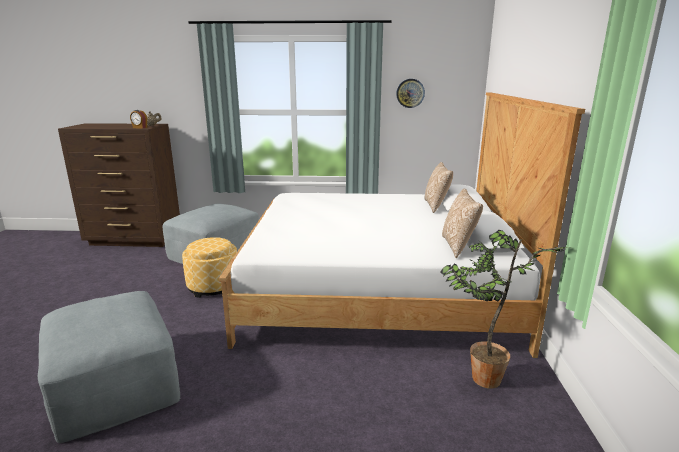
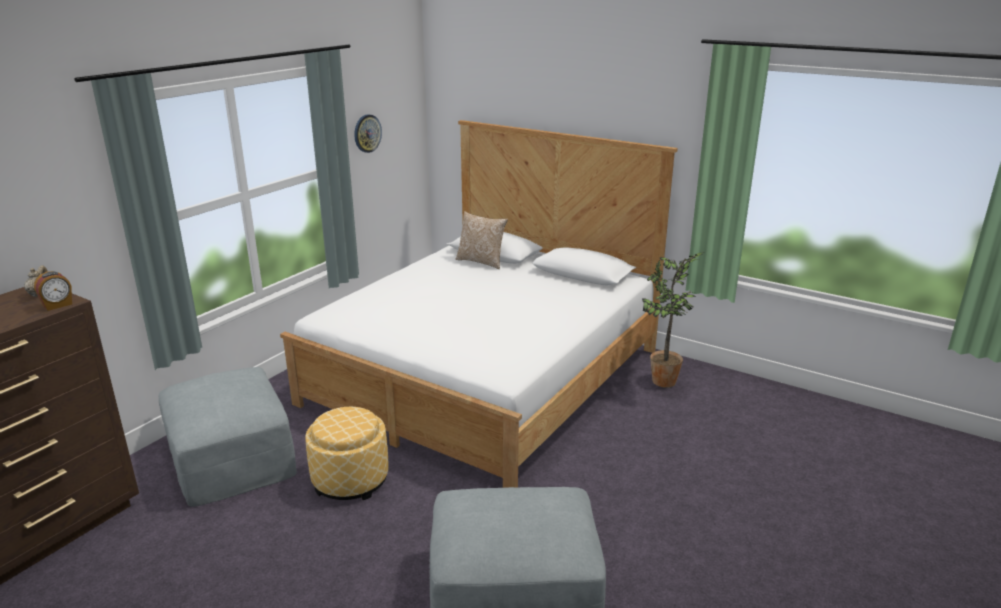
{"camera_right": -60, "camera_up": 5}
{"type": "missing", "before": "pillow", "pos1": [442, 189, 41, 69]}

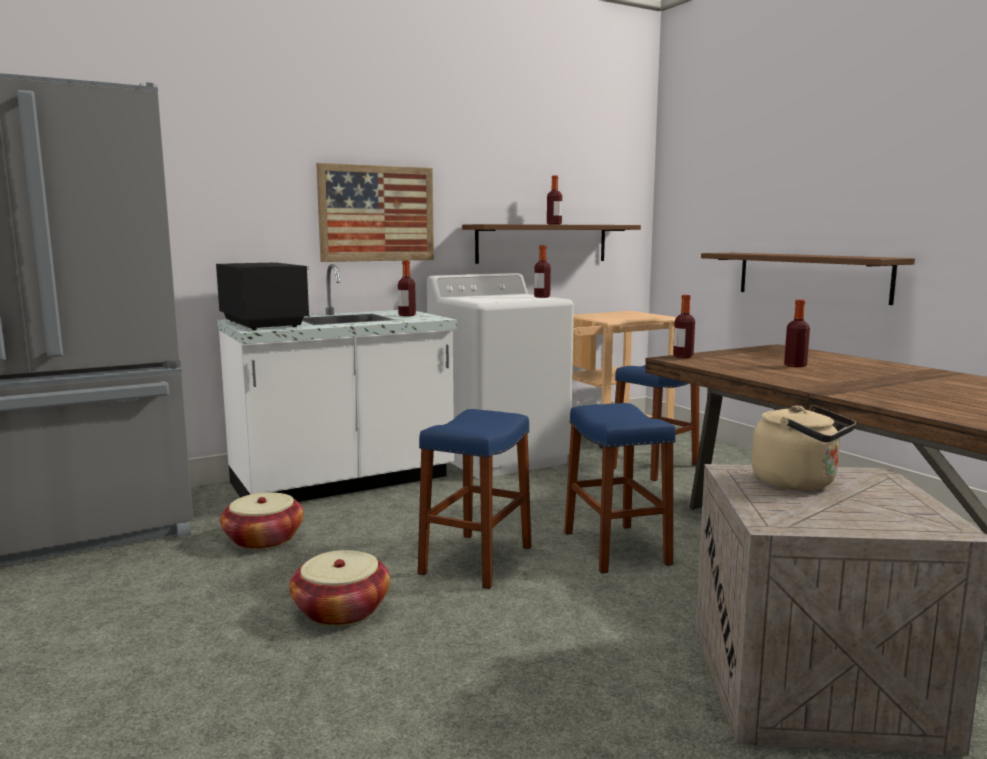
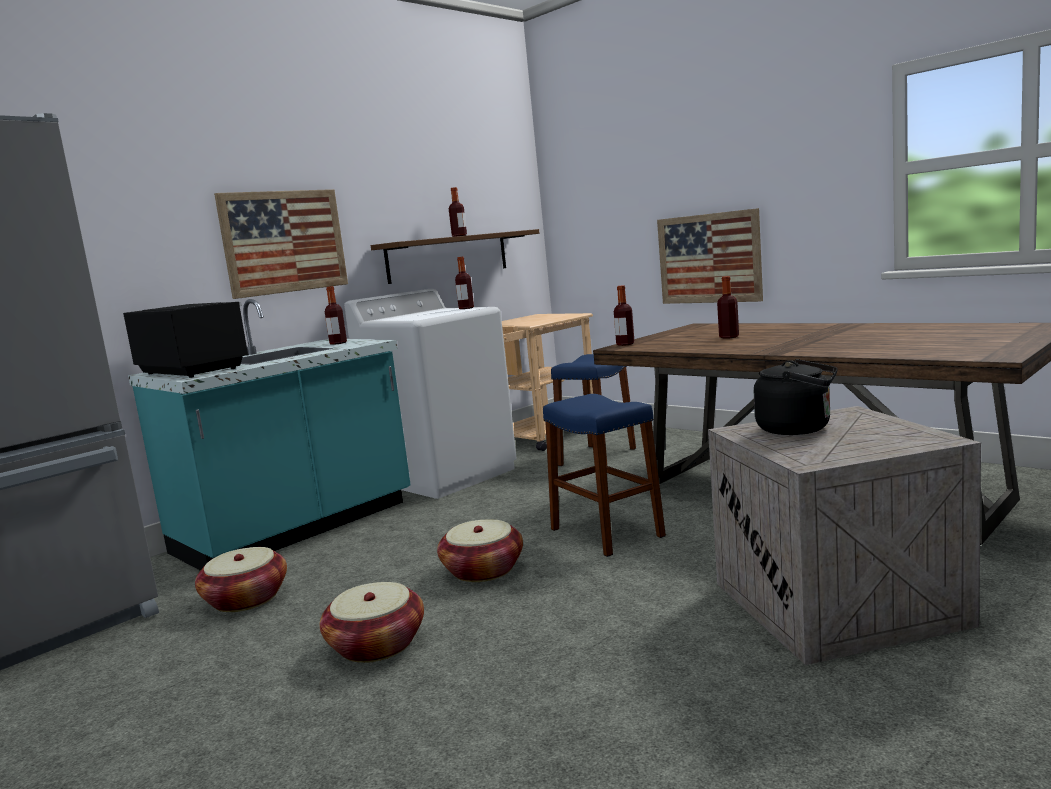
{"camera_right": -15, "camera_up": 0}
{"type": "colour", "before": "white_counter", "after": "turquoise_counter", "pos1": [216, 264, 241, 238], "pos2": [128, 299, 283, 272]}
{"type": "exchanged", "before": "blue_stool", "after": "basket", "pos1": [418, 409, 113, 180], "pos2": [437, 519, 86, 63]}
{"type": "exchanged", "before": "brown_shelf", "after": "picture", "pos1": [701, 253, 214, 52], "pos2": [657, 208, 106, 96]}
{"type": "colour", "before": "beige_kettle", "after": "black_kettle", "pos1": [752, 405, 104, 85], "pos2": [754, 359, 84, 76]}

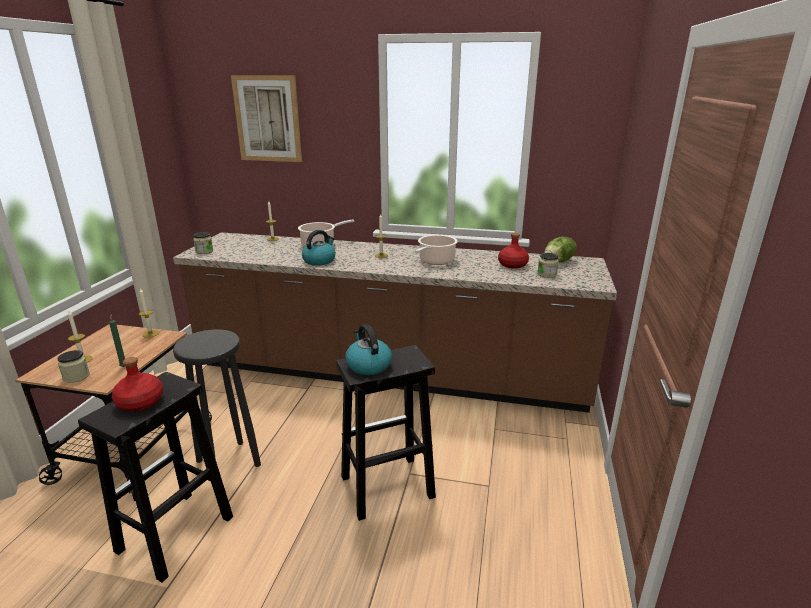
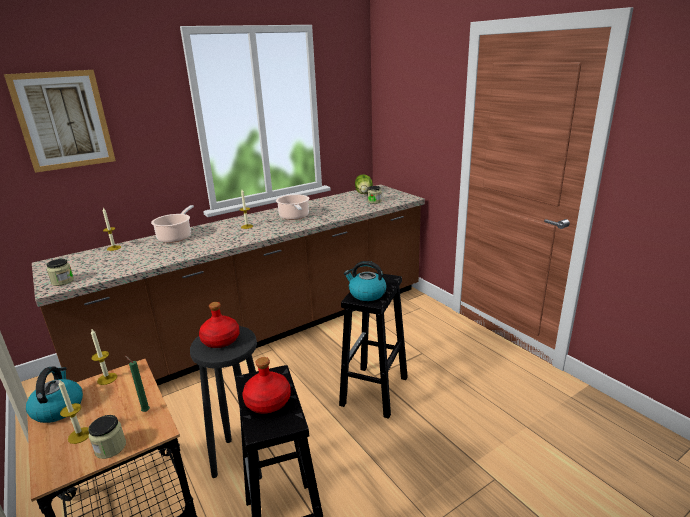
{"camera_right": -45, "camera_up": 0}
{"type": "relocated", "before": "kettle", "pos1": [302, 230, 34, 36], "pos2": [26, 367, 57, 56]}
{"type": "relocated", "before": "red_bottle", "pos1": [498, 233, 31, 36], "pos2": [199, 302, 40, 46]}

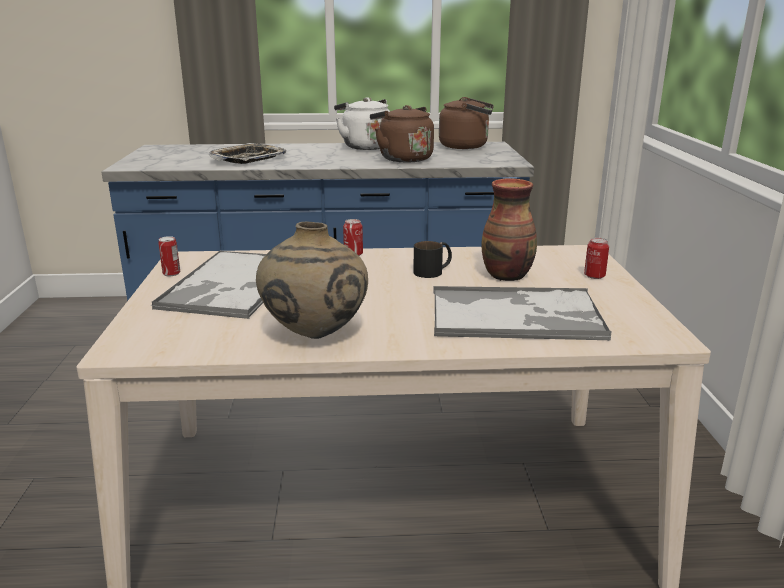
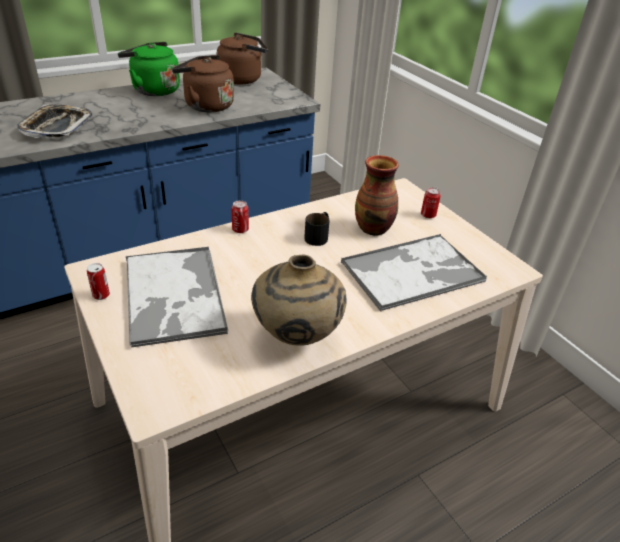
{"camera_right": -30, "camera_up": 15}
{"type": "colour", "before": "white_kettle", "after": "green_kettle", "pos1": [334, 97, 56, 53], "pos2": [118, 42, 62, 54]}

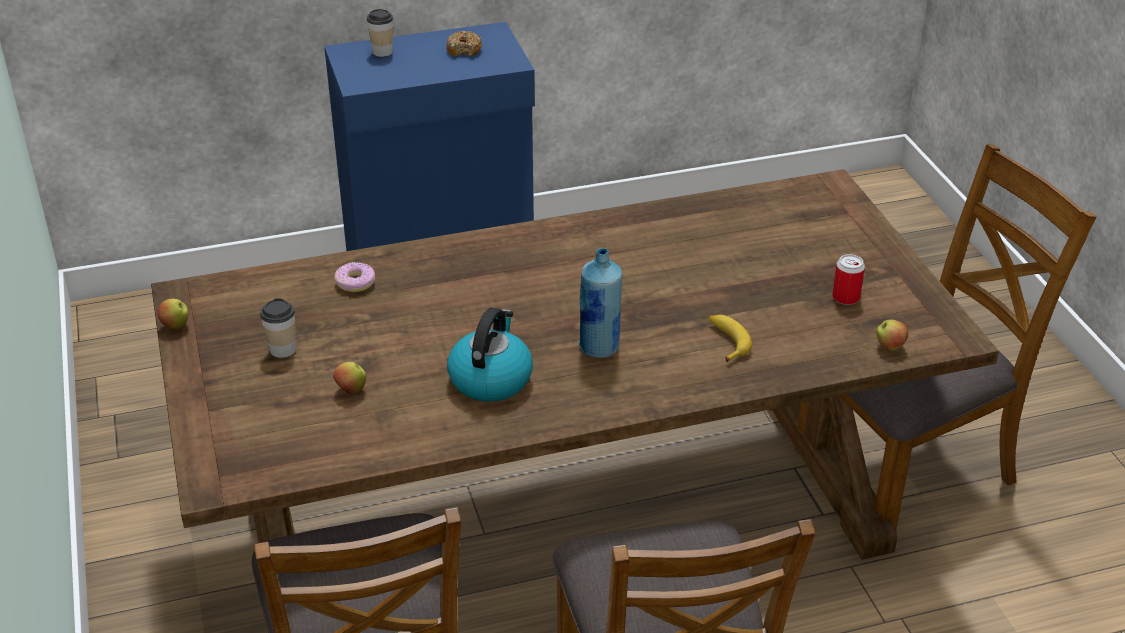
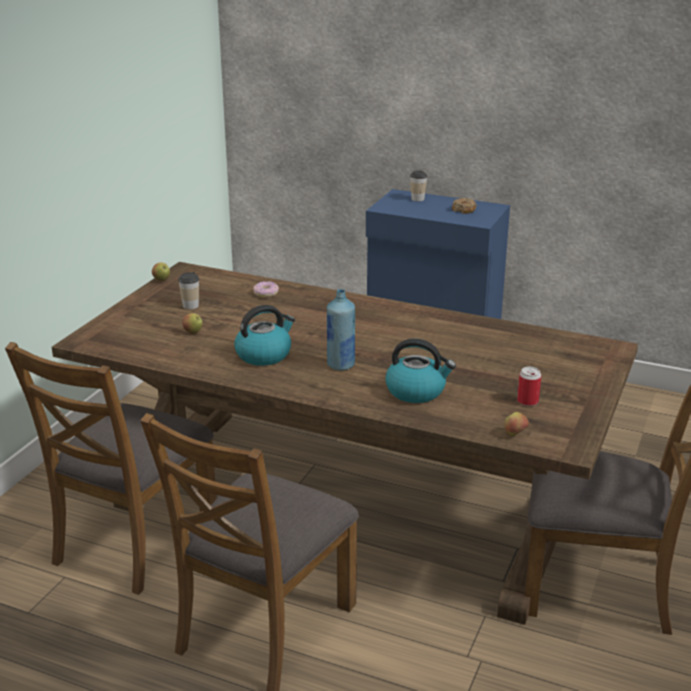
{"camera_right": 40, "camera_up": -10}
{"type": "exchanged", "before": "banana", "after": "kettle", "pos1": [709, 315, 43, 47], "pos2": [385, 339, 71, 64]}

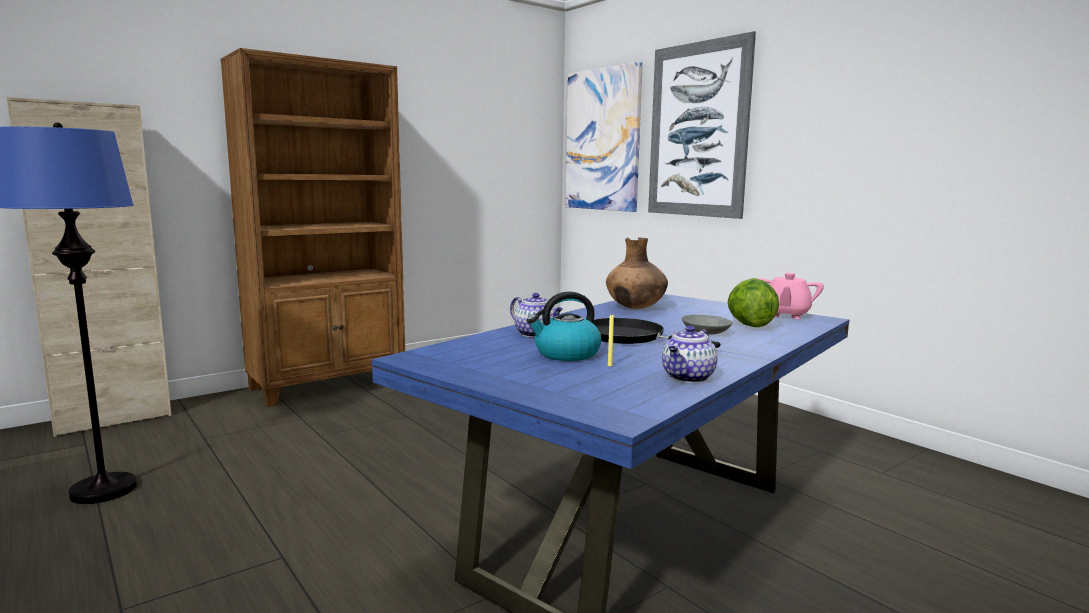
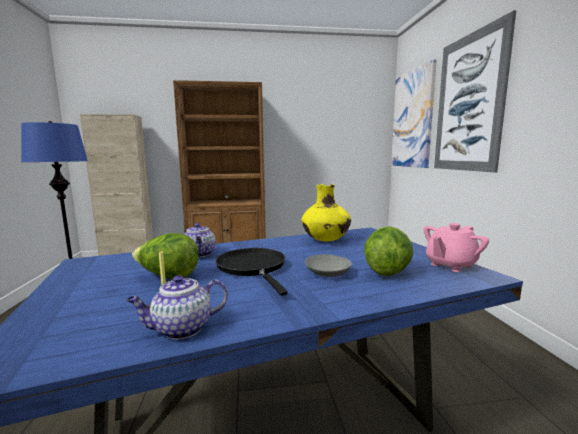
{"camera_right": 30, "camera_up": 0}
{"type": "exchanged", "before": "kettle", "after": "lettuce", "pos1": [527, 292, 74, 69], "pos2": [132, 233, 66, 46]}
{"type": "colour", "before": "brown_vase", "after": "yellow_vase", "pos1": [606, 237, 62, 72], "pos2": [301, 184, 50, 57]}

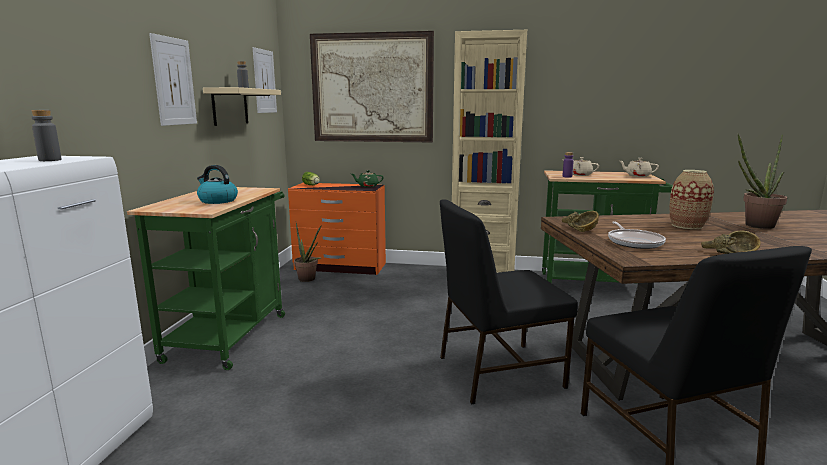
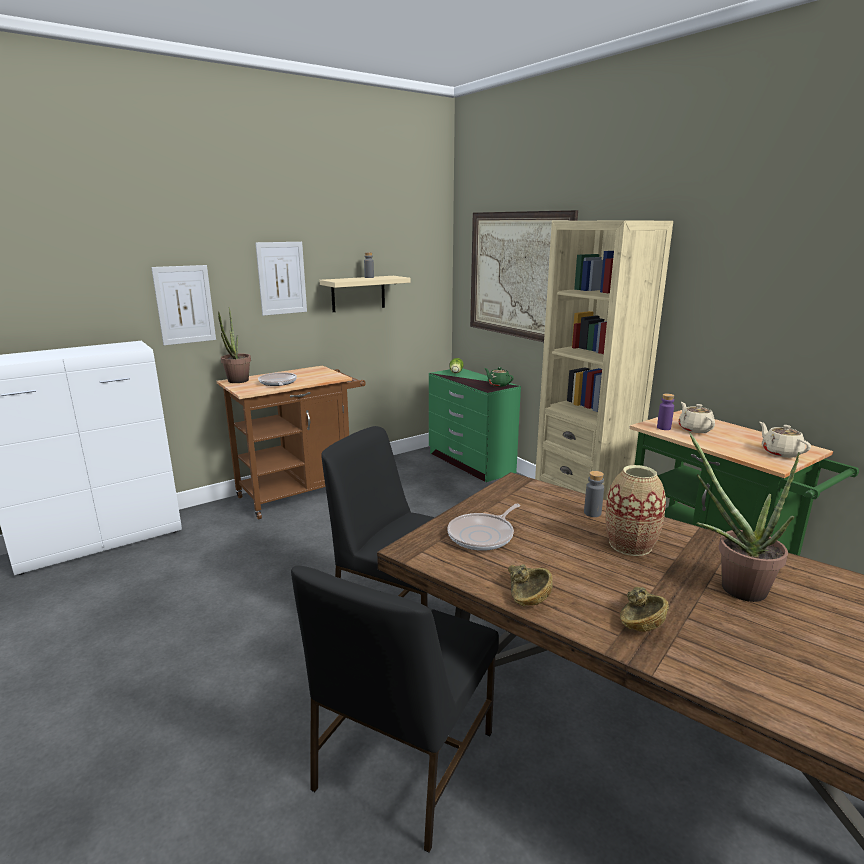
{"camera_right": 45, "camera_up": 5}
{"type": "relocated", "before": "grey_bottle", "pos1": [31, 110, 31, 51], "pos2": [584, 471, 20, 46]}
{"type": "colour", "before": "green_cart", "after": "brown_cart", "pos1": [127, 187, 158, 183], "pos2": [216, 366, 150, 153]}
{"type": "exchanged", "before": "kettle", "after": "frying_pan", "pos1": [197, 165, 41, 39], "pos2": [258, 372, 39, 14]}
{"type": "relocated", "before": "picture", "pos1": [253, 47, 24, 66], "pos2": [151, 265, 65, 80]}
{"type": "colour", "before": "orange_dresser", "after": "green_dresser", "pos1": [288, 183, 98, 92], "pos2": [429, 369, 92, 113]}
{"type": "relocated", "before": "potted_plant", "pos1": [294, 223, 28, 59], "pos2": [218, 307, 33, 76]}
{"type": "relocated", "before": "brown_bowl", "pos1": [562, 211, 37, 21], "pos2": [620, 587, 49, 45]}

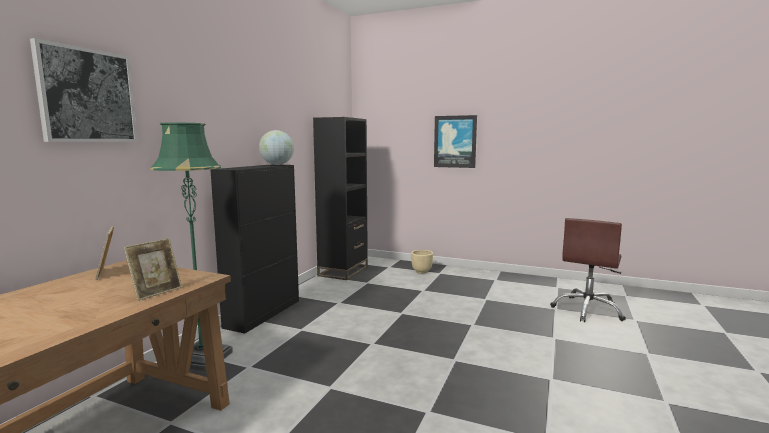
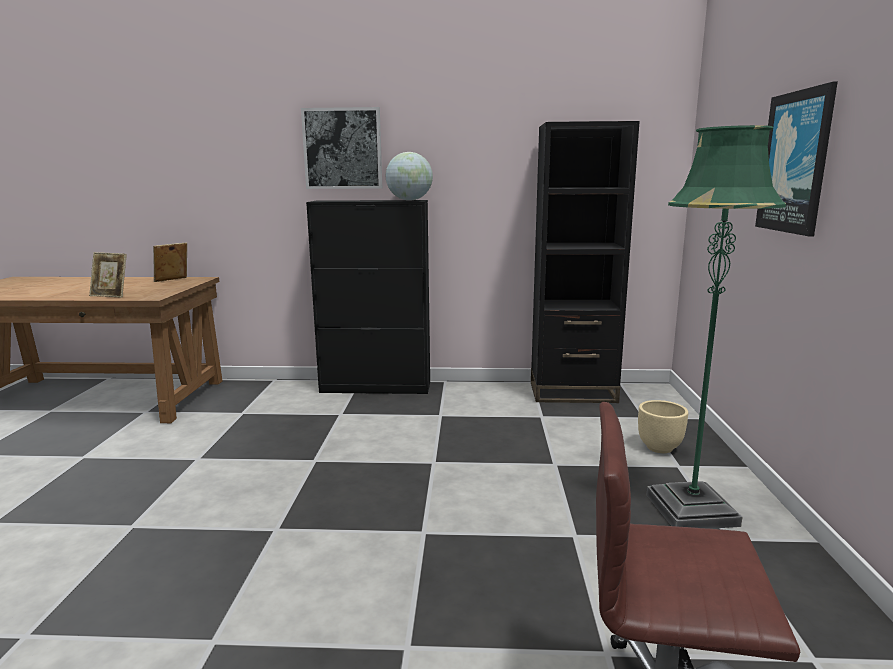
{"camera_right": 70, "camera_up": 5}
{"type": "relocated", "before": "picture", "pos1": [30, 38, 108, 104], "pos2": [301, 107, 81, 82]}
{"type": "relocated", "before": "green_floor_lamp", "pos1": [150, 123, 83, 250], "pos2": [647, 125, 139, 404]}

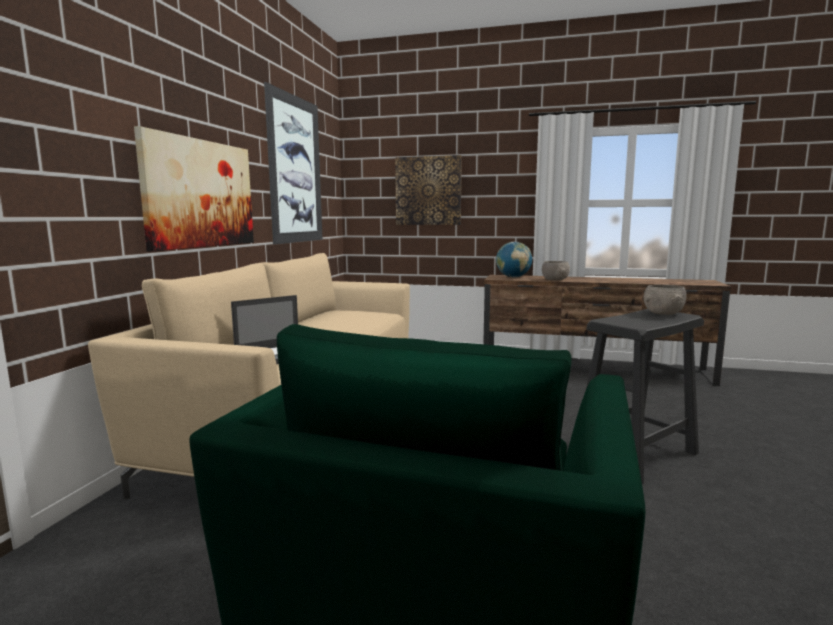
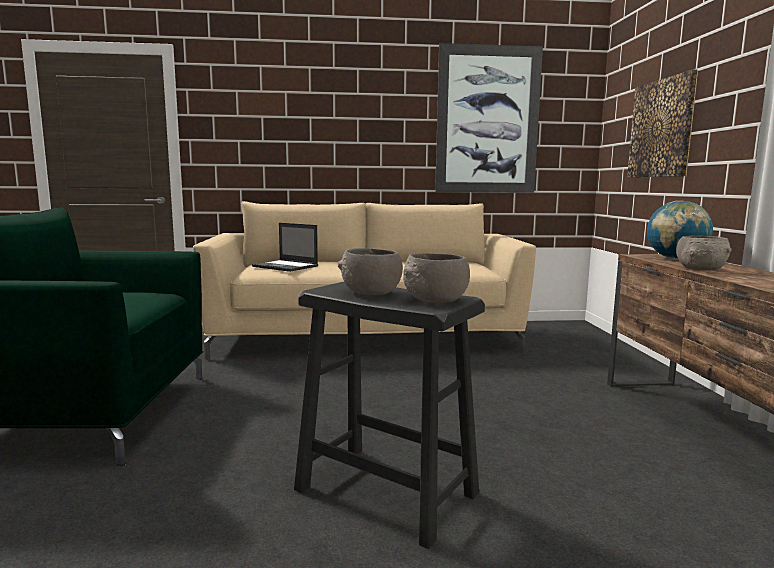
{"camera_right": 70, "camera_up": 0}
{"type": "missing", "before": "picture", "pos1": [134, 126, 120, 126]}
{"type": "appeared", "after": "grey_bowl", "pos2": [338, 248, 65, 47]}

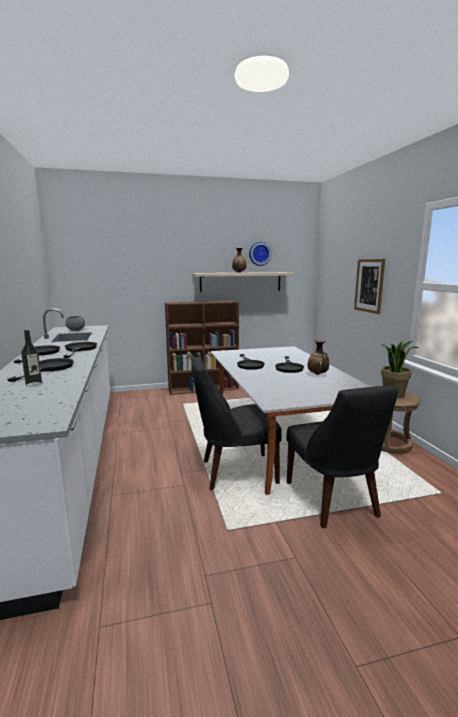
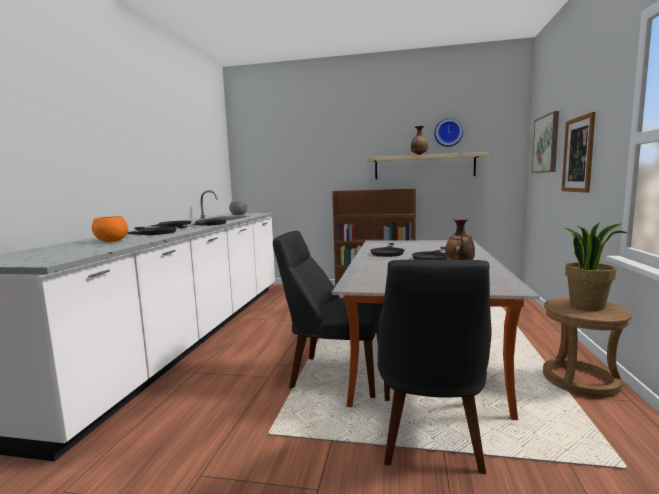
{"camera_right": 25, "camera_up": -5}
{"type": "exchanged", "before": "bottle", "after": "orange_bowl", "pos1": [21, 330, 21, 57], "pos2": [92, 216, 36, 26]}
{"type": "appeared", "after": "picture", "pos2": [532, 111, 27, 62]}

